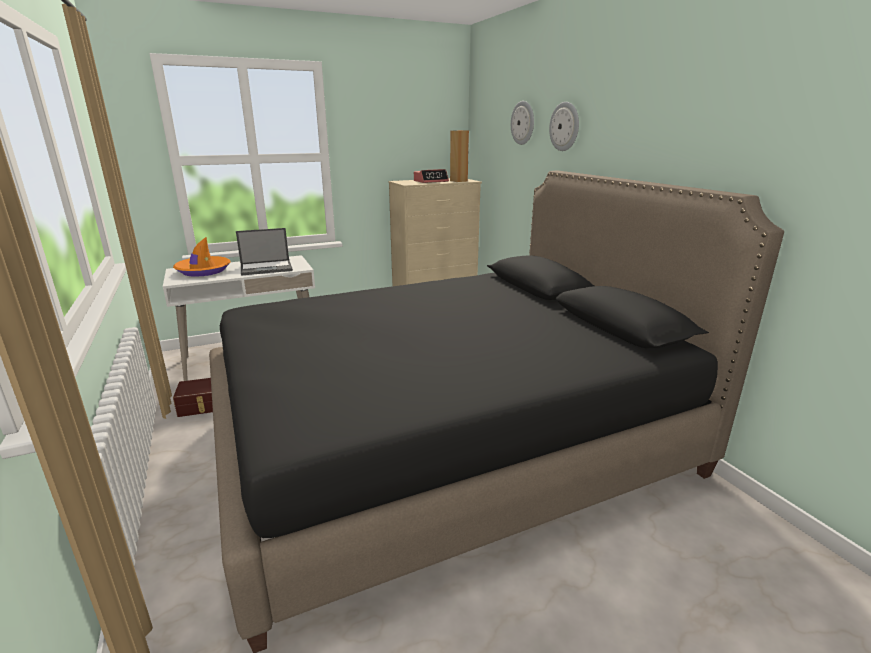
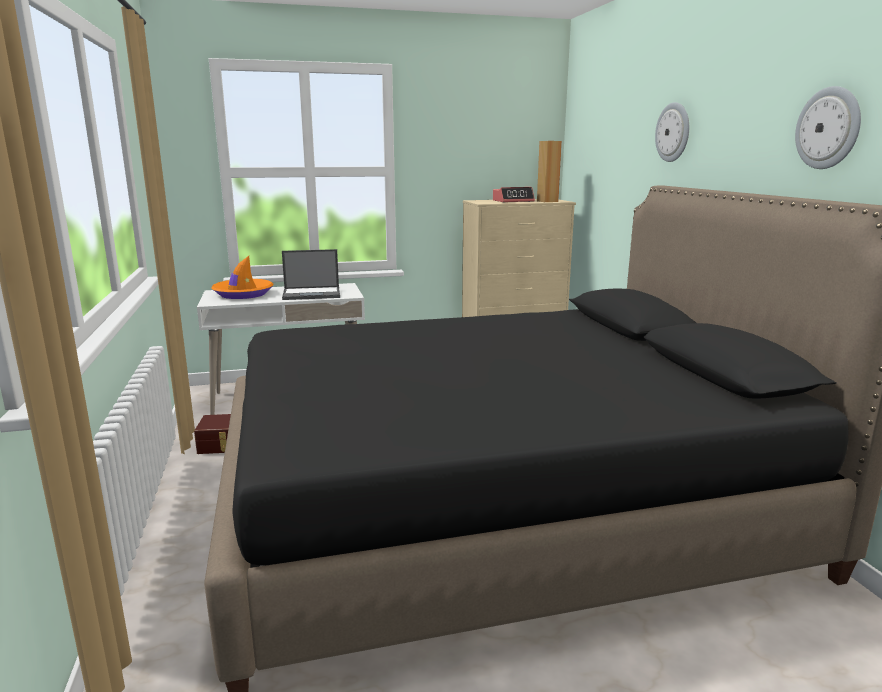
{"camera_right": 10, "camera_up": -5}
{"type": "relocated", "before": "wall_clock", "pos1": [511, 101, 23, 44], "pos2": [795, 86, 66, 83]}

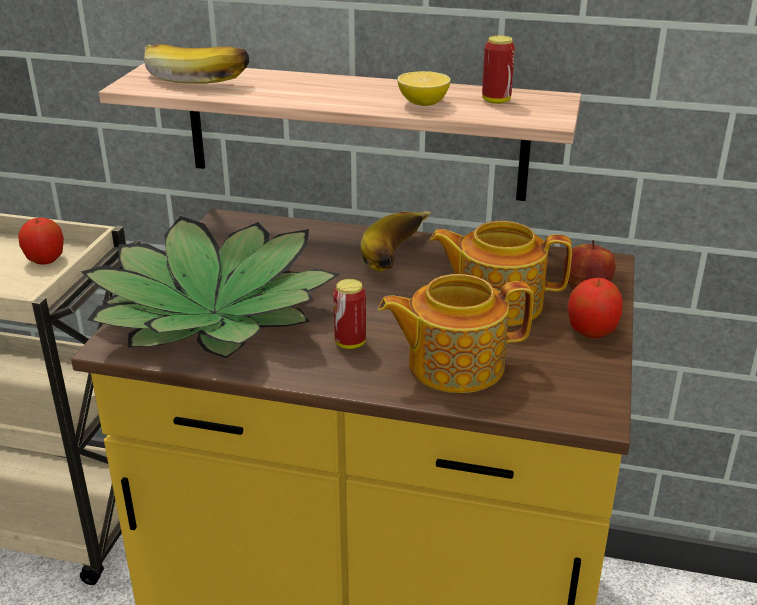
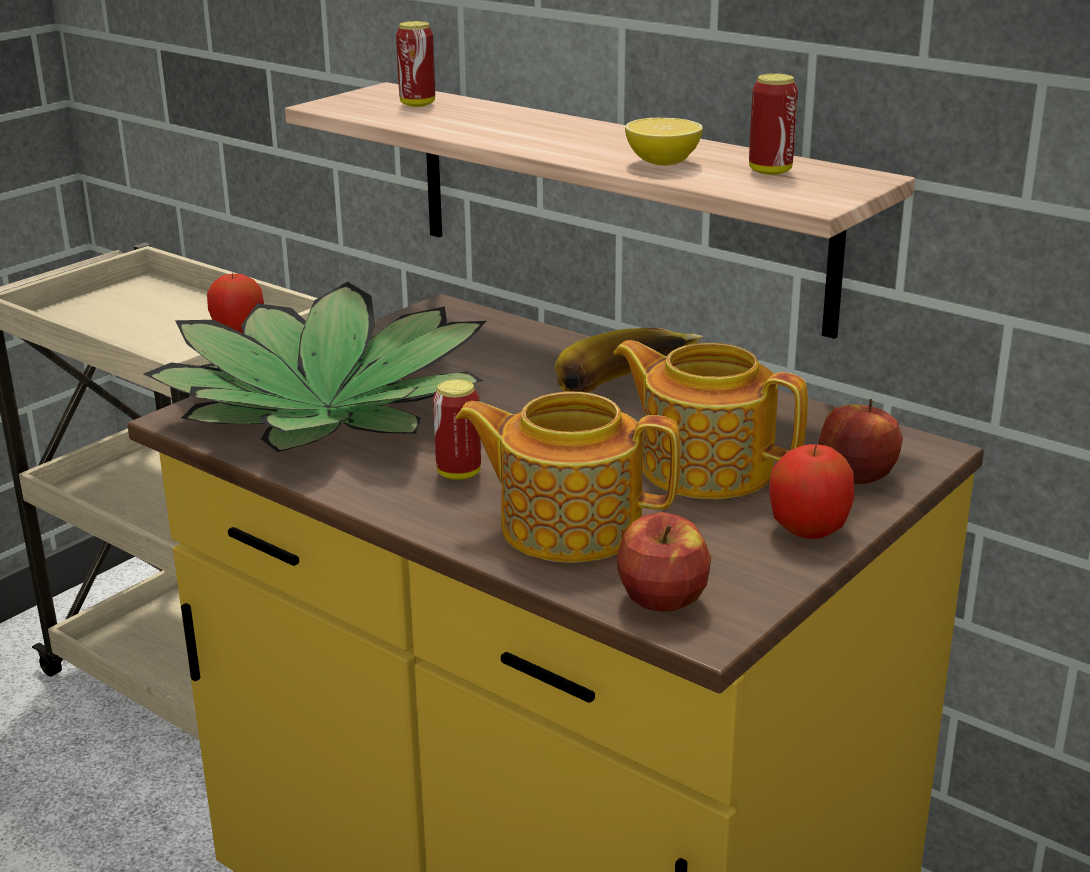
{"camera_right": 25, "camera_up": -5}
{"type": "exchanged", "before": "banana", "after": "can", "pos1": [144, 44, 106, 40], "pos2": [396, 21, 39, 86]}
{"type": "appeared", "after": "apple", "pos2": [617, 512, 94, 100]}

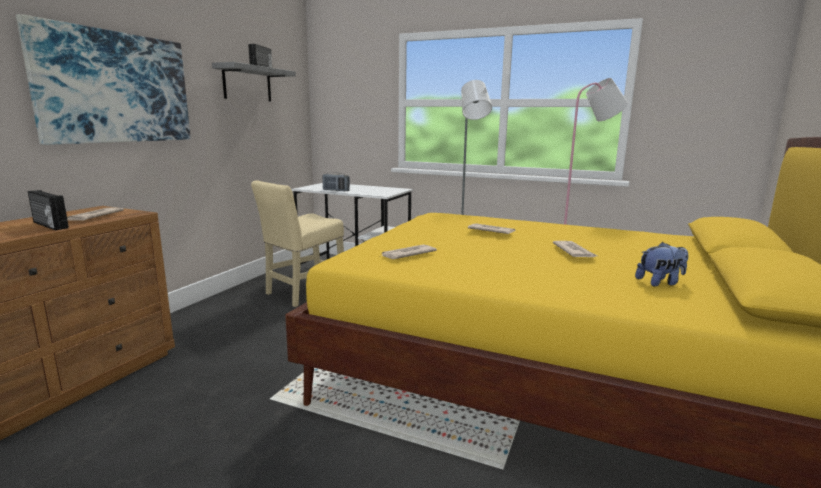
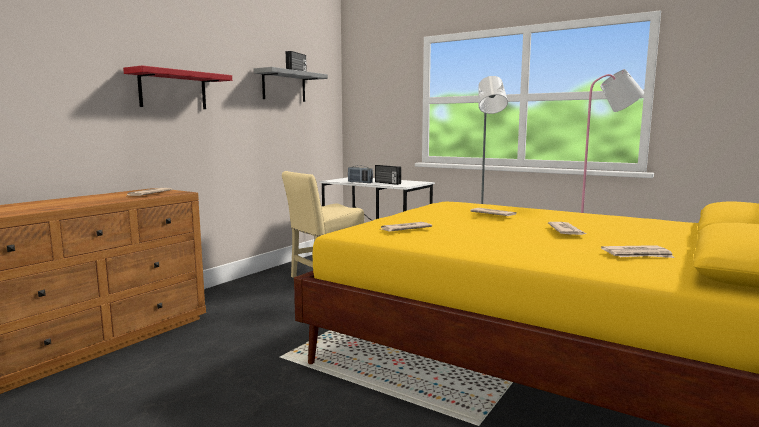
{"camera_right": 10, "camera_up": -5}
{"type": "exchanged", "before": "picture", "after": "red_shelf", "pos1": [16, 14, 175, 131], "pos2": [123, 66, 109, 43]}
{"type": "relocated", "before": "radio", "pos1": [28, 190, 41, 40], "pos2": [375, 165, 26, 20]}
{"type": "exchanged", "before": "plush_toy", "after": "newspaper", "pos1": [635, 242, 53, 45], "pos2": [601, 245, 74, 13]}

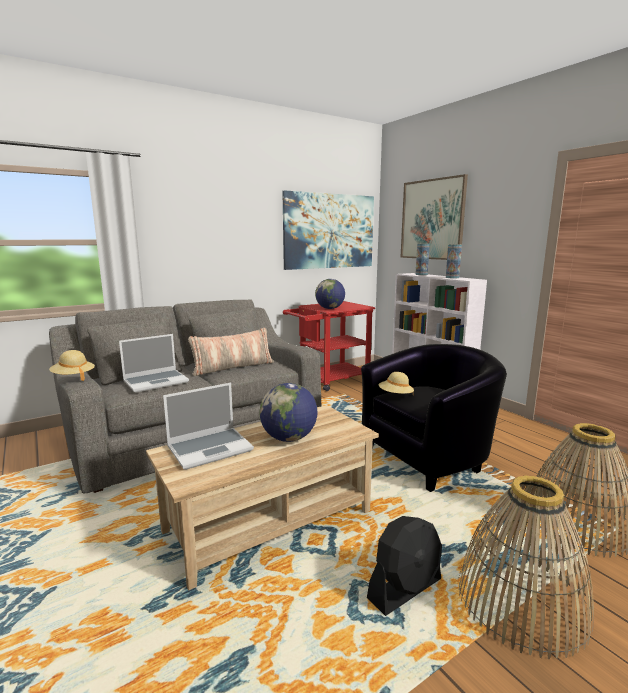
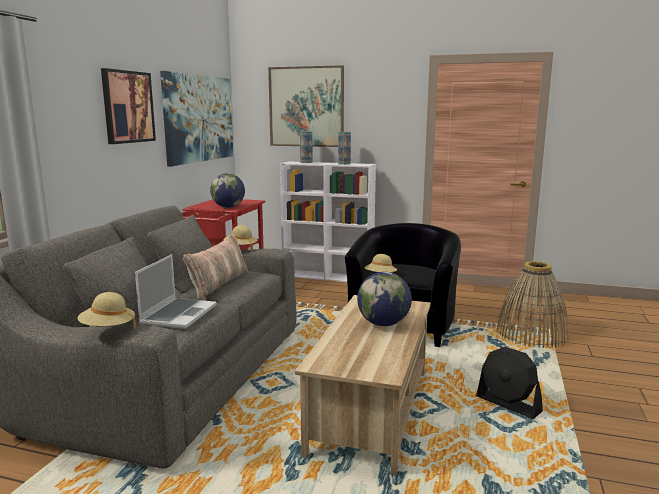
{"camera_right": -40, "camera_up": 0}
{"type": "missing", "before": "laptop", "pos1": [163, 383, 91, 87]}
{"type": "spun", "before": "black_fan", "pos1": [367, 516, 75, 100], "pos2": [476, 347, 67, 72], "turn": 120}
{"type": "missing", "before": "basket", "pos1": [458, 476, 136, 183]}
{"type": "appeared", "after": "picture", "pos2": [101, 68, 55, 76]}
{"type": "appeared", "after": "beige_hat", "pos2": [223, 225, 34, 26]}

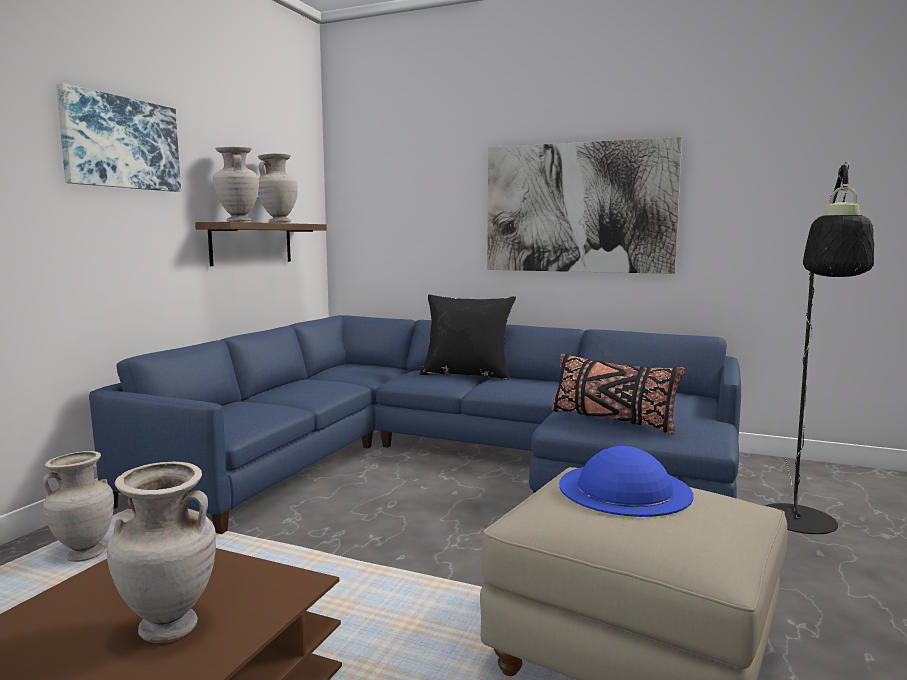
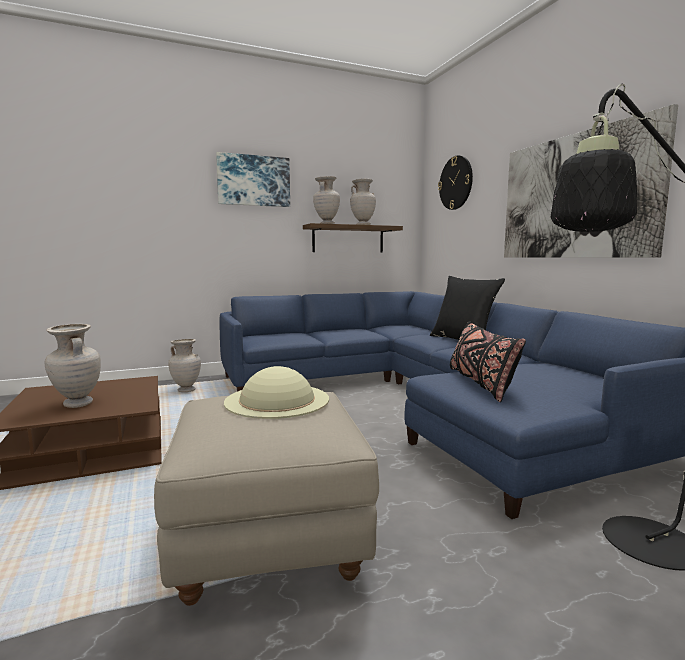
{"camera_right": 45, "camera_up": 0}
{"type": "colour", "before": "blue_hat", "after": "beige_hat", "pos1": [559, 446, 134, 71], "pos2": [224, 366, 105, 53]}
{"type": "appeared", "after": "wall_clock", "pos2": [438, 155, 35, 55]}

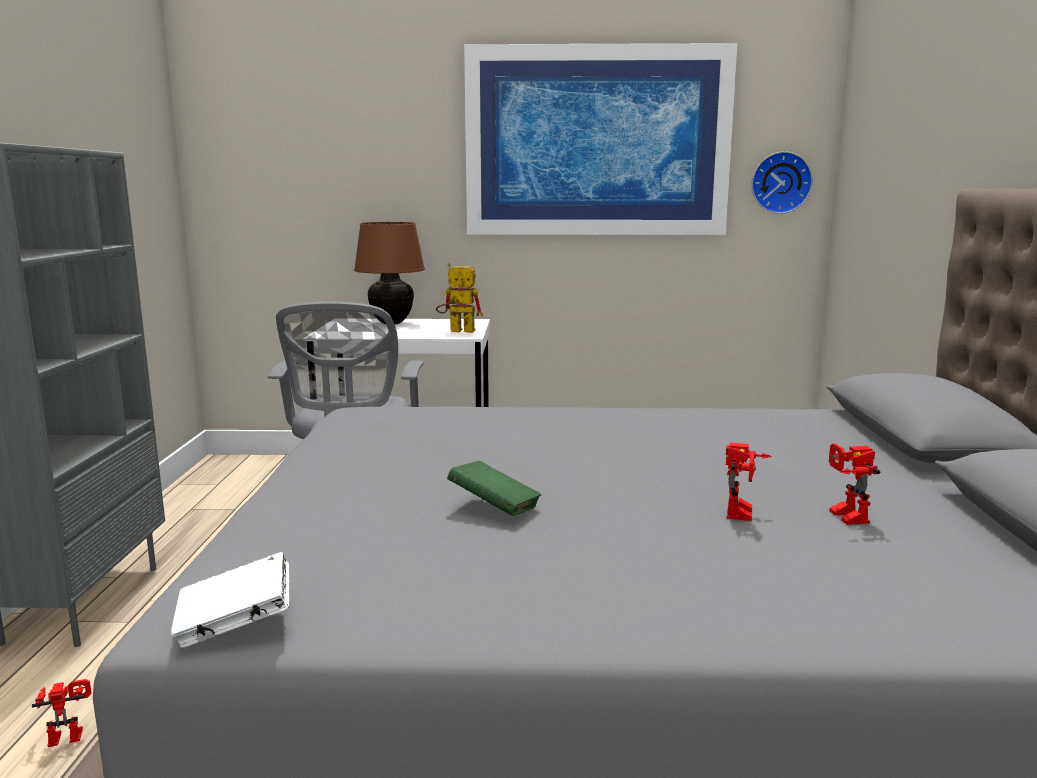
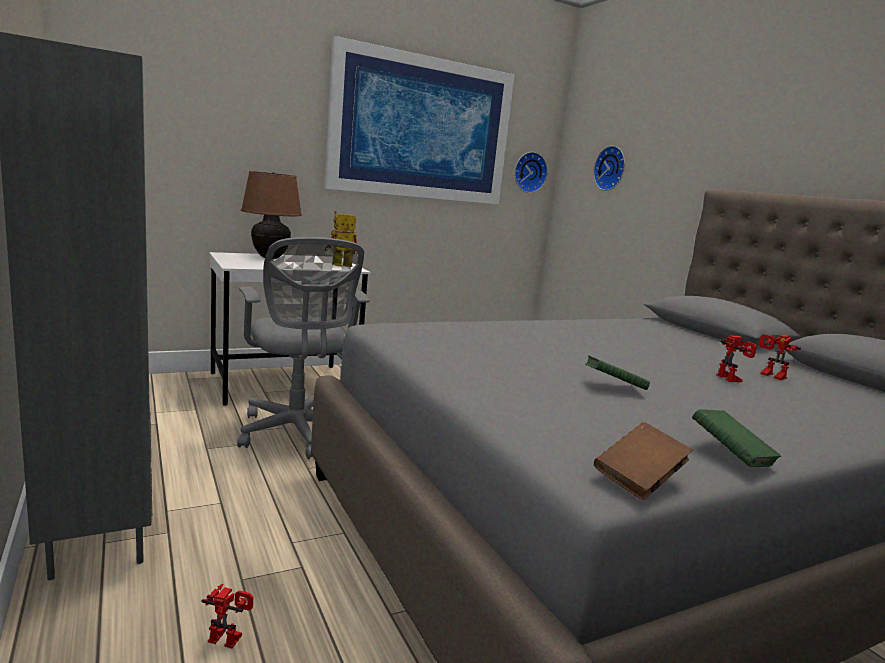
{"camera_right": -30, "camera_up": 0}
{"type": "spun", "before": "toy_robot", "pos1": [32, 679, 59, 68], "pos2": [201, 584, 52, 64], "turn": 60}
{"type": "colour", "before": "white_book", "after": "brown_book", "pos1": [171, 552, 118, 96], "pos2": [594, 422, 99, 78]}
{"type": "appeared", "after": "wall_clock", "pos2": [593, 146, 32, 45]}
{"type": "appeared", "after": "green_book", "pos2": [692, 409, 89, 58]}

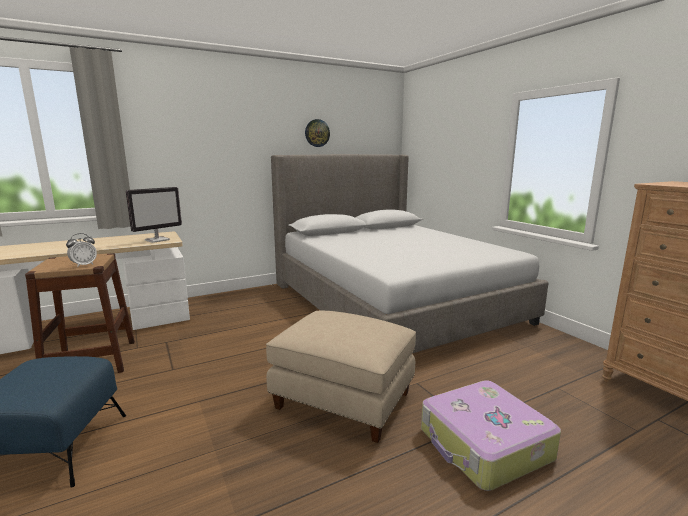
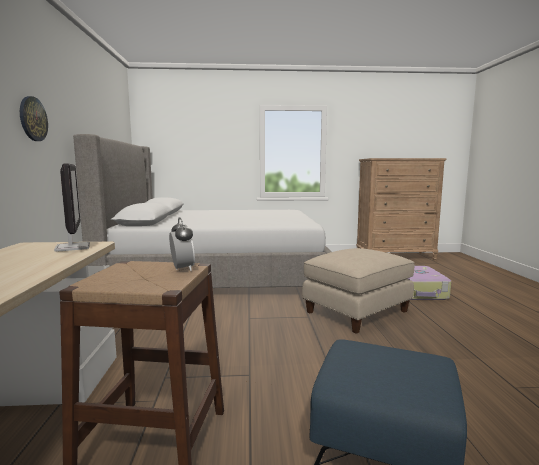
{"camera_right": -65, "camera_up": -5}
{"type": "relocated", "before": "wall_clock", "pos1": [305, 119, 25, 28], "pos2": [20, 96, 28, 45]}

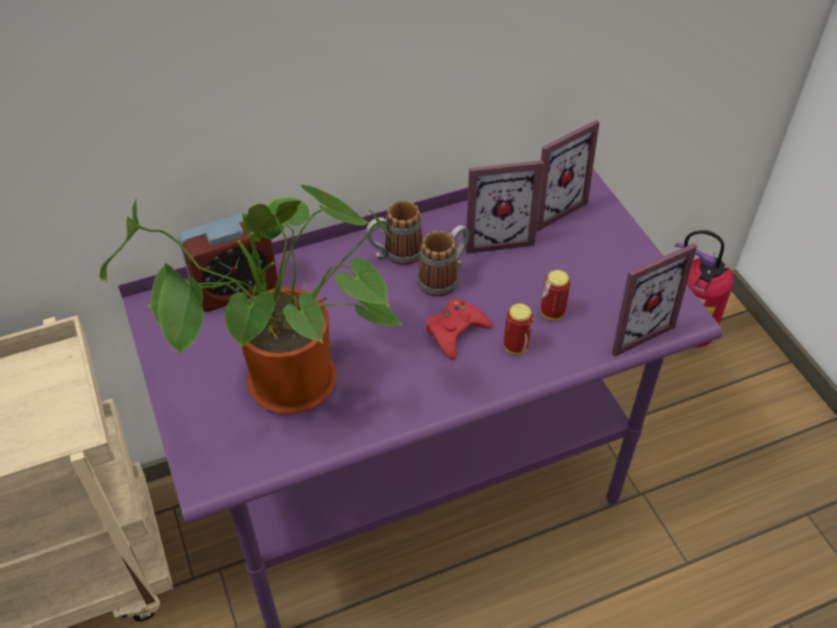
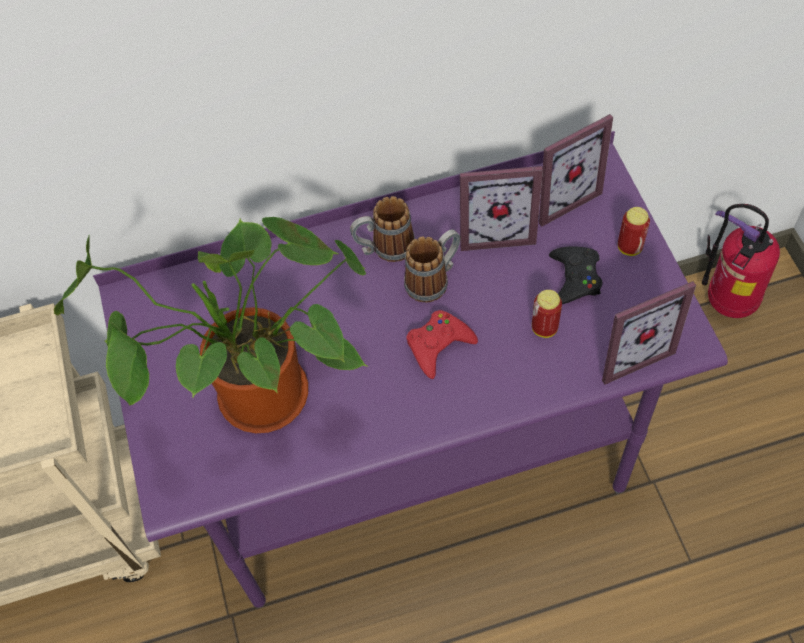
{"camera_right": 10, "camera_up": 10}
{"type": "missing", "before": "alarm_clock", "pos1": [178, 211, 100, 101]}
{"type": "relocated", "before": "can", "pos1": [504, 303, 29, 52], "pos2": [618, 207, 32, 49]}
{"type": "appeared", "after": "black_game_controller", "pos2": [549, 246, 53, 58]}

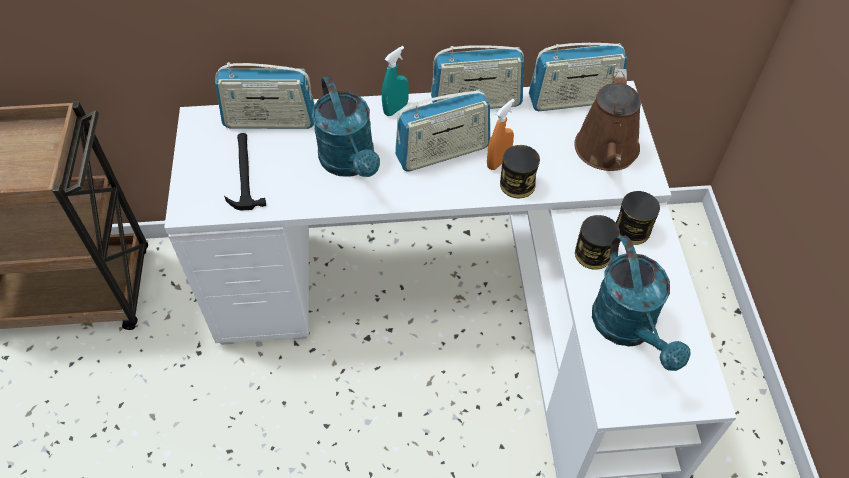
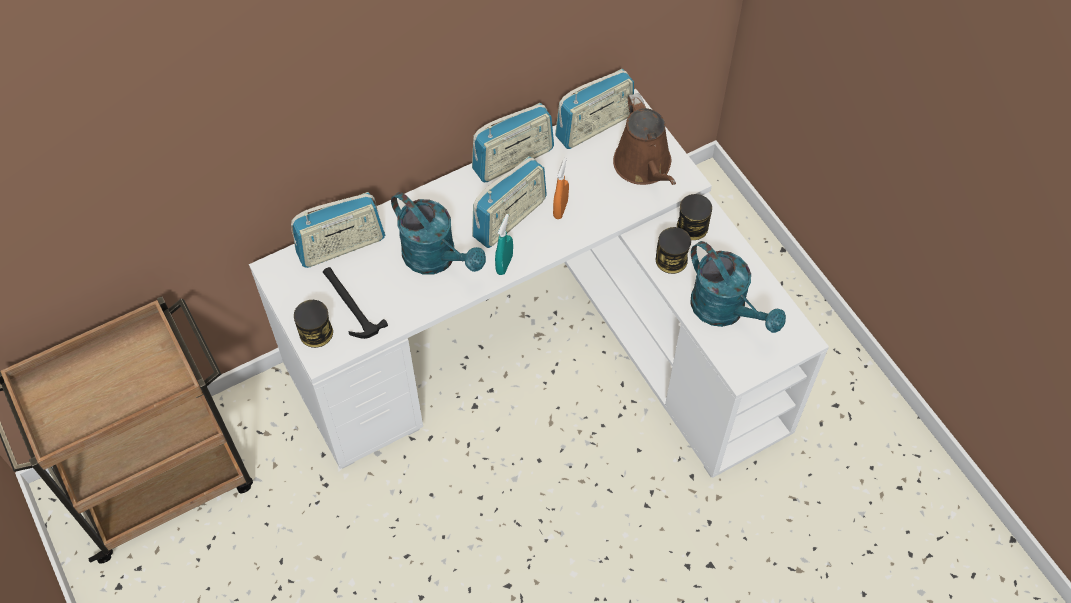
{"camera_right": -25, "camera_up": 5}
{"type": "relocated", "before": "turquoise_spray_bottle", "pos1": [382, 46, 27, 70], "pos2": [495, 214, 18, 61]}
{"type": "relocated", "before": "can", "pos1": [500, 145, 40, 53], "pos2": [294, 300, 39, 48]}

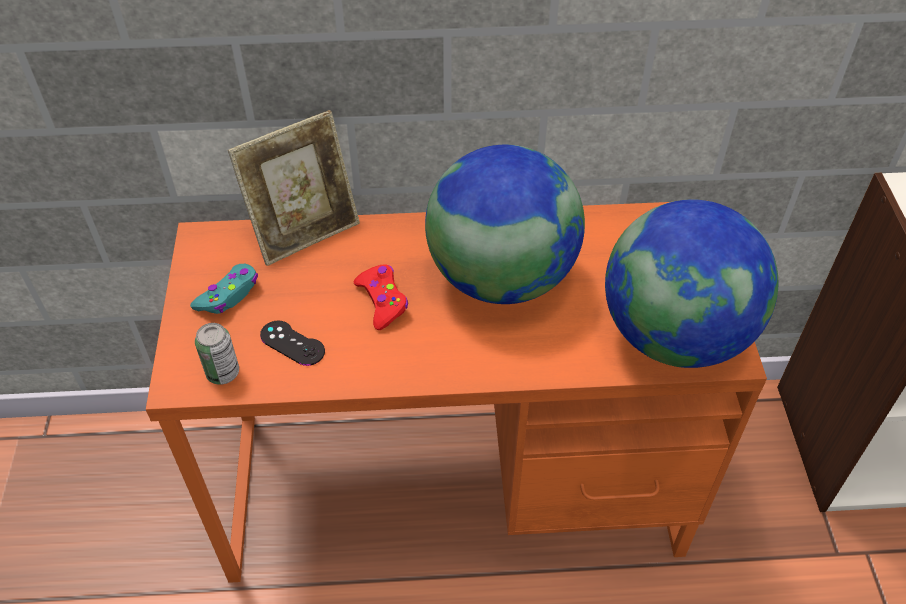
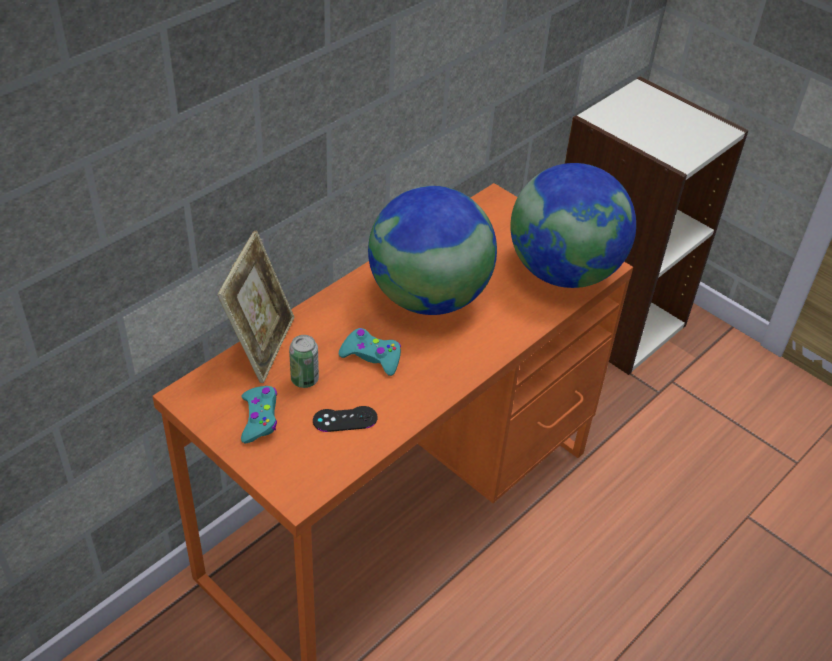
{"camera_right": -45, "camera_up": -5}
{"type": "relocated", "before": "can", "pos1": [195, 323, 44, 62], "pos2": [289, 335, 30, 53]}
{"type": "colour", "before": "red_game_controller", "after": "turquoise_game_controller", "pos1": [354, 264, 54, 66], "pos2": [339, 328, 62, 48]}

